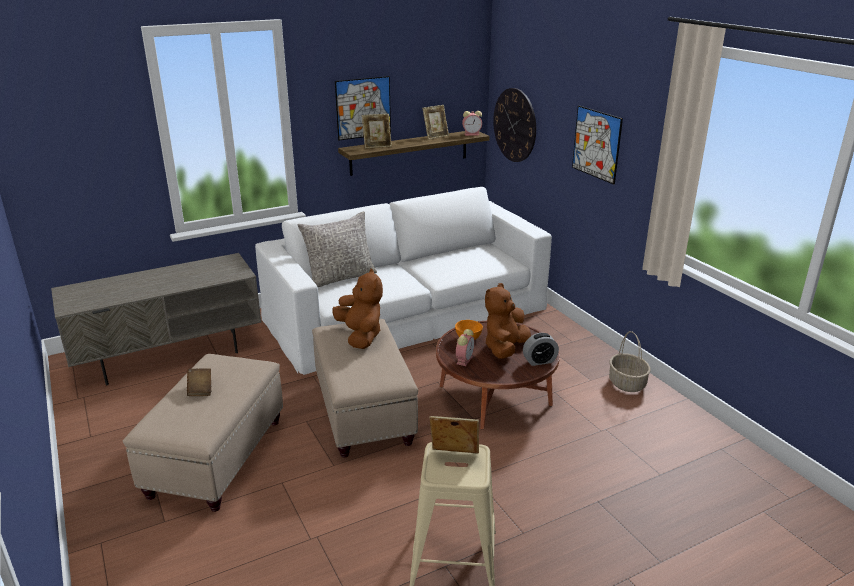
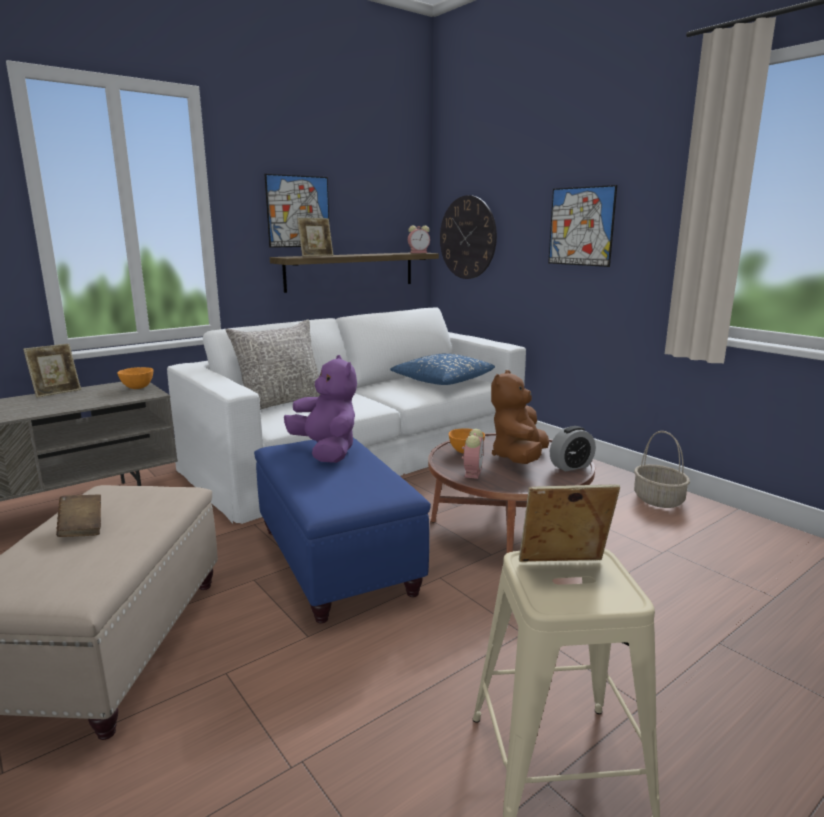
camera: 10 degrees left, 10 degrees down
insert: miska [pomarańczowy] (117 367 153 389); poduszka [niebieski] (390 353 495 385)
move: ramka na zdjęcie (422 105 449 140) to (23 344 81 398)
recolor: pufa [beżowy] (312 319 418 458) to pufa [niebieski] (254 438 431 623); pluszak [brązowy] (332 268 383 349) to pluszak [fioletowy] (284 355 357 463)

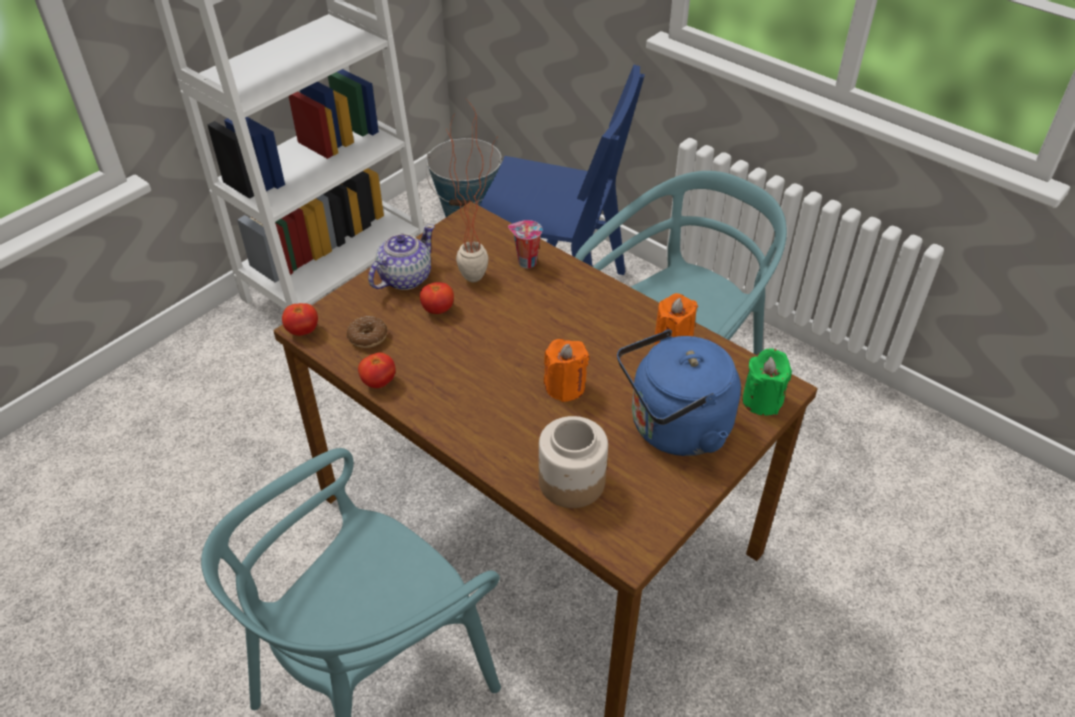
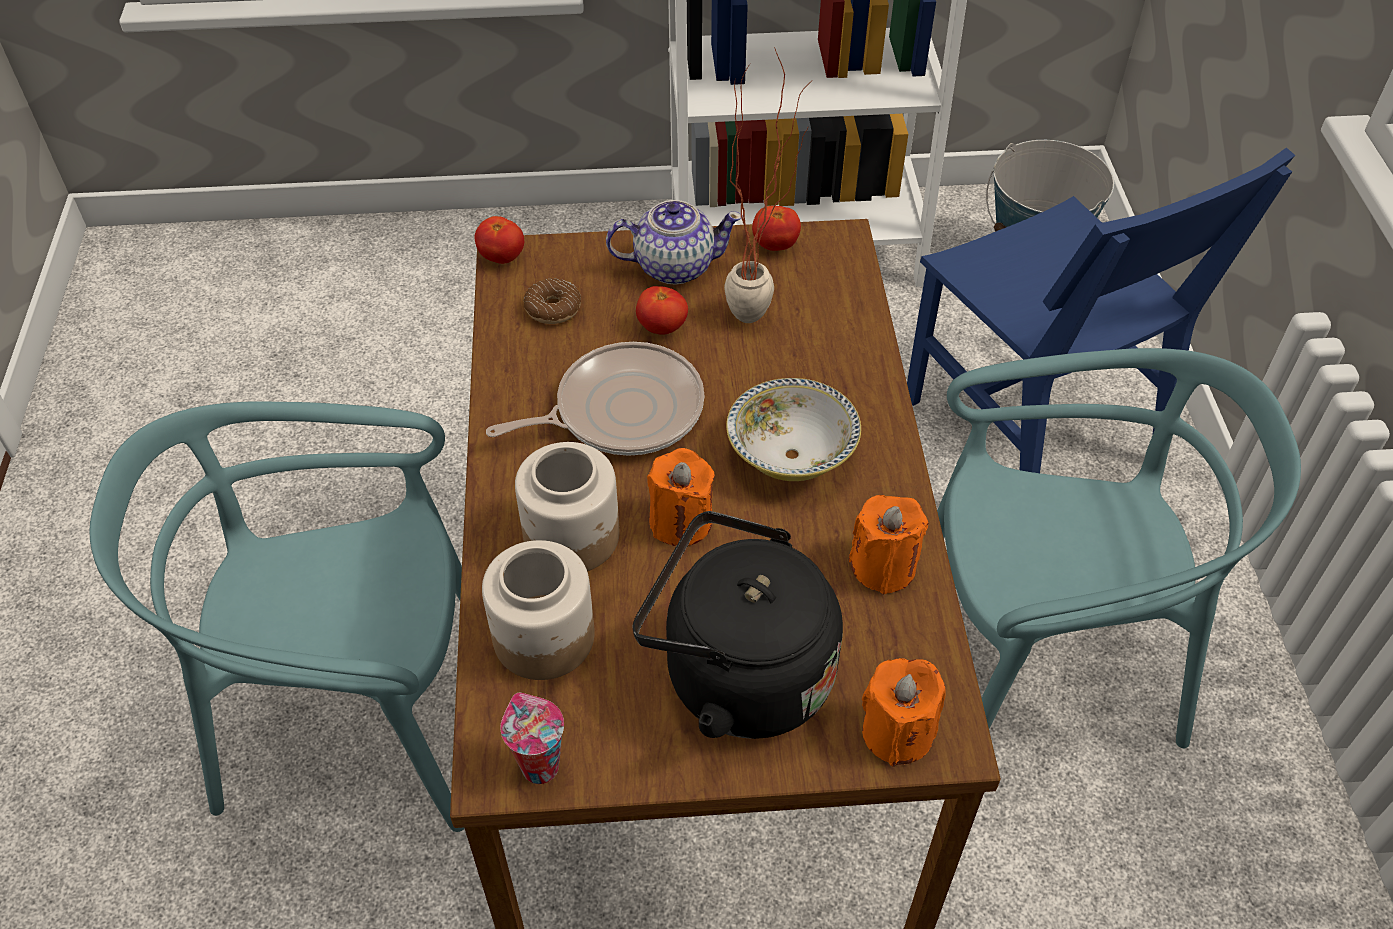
camera: 45 degrees right, 5 degrees up
insert: patelnia (486 342 704 456); słoik (515 442 619 571); miska (726 378 861 481)
move: pomidor (358 352 395 388) to (752 206 801 251); filiżanka (508 220 542 268) to (500 693 564 784)
recolor: czajnik [niebieski] (617 329 741 456) to czajnik [czarny] (632 511 843 739); świeca [zielony] (742 349 792 416) to świeca [pomarańczowy] (862 658 946 767)

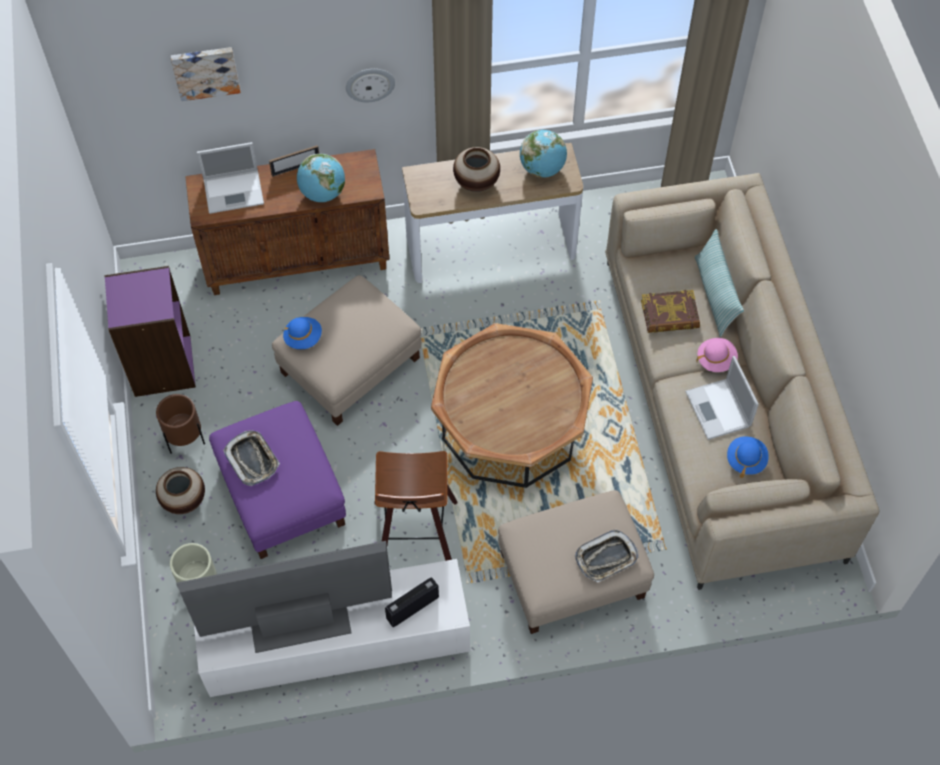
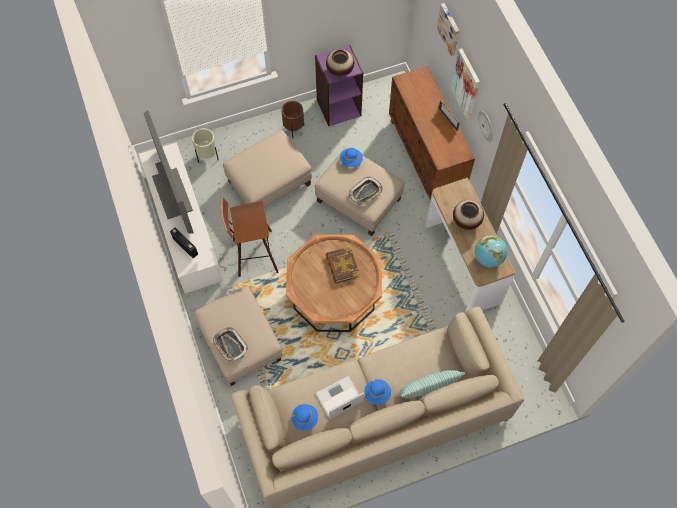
camera: 80 degrees right, 5 degrees up
delete: laptop (197 142 264 214); globus (297 154 345 202)
insert: obraz (451 48 480 120)
move: wazon (156 467 205 514) to (326 49 354 77); taca (223 430 280 486) to (348 176 383 206); książka (641 290 700 333) to (326 246 360 283)
recolor: pufa [fioletowy] (209 401 346 559) to pufa [beżowy] (223 130 312 207); kapelusz [różowy] (697 338 738 372) to kapelusz [niebieski] (364 379 391 405)

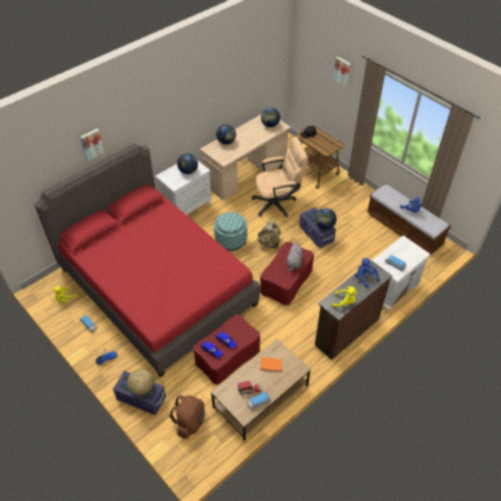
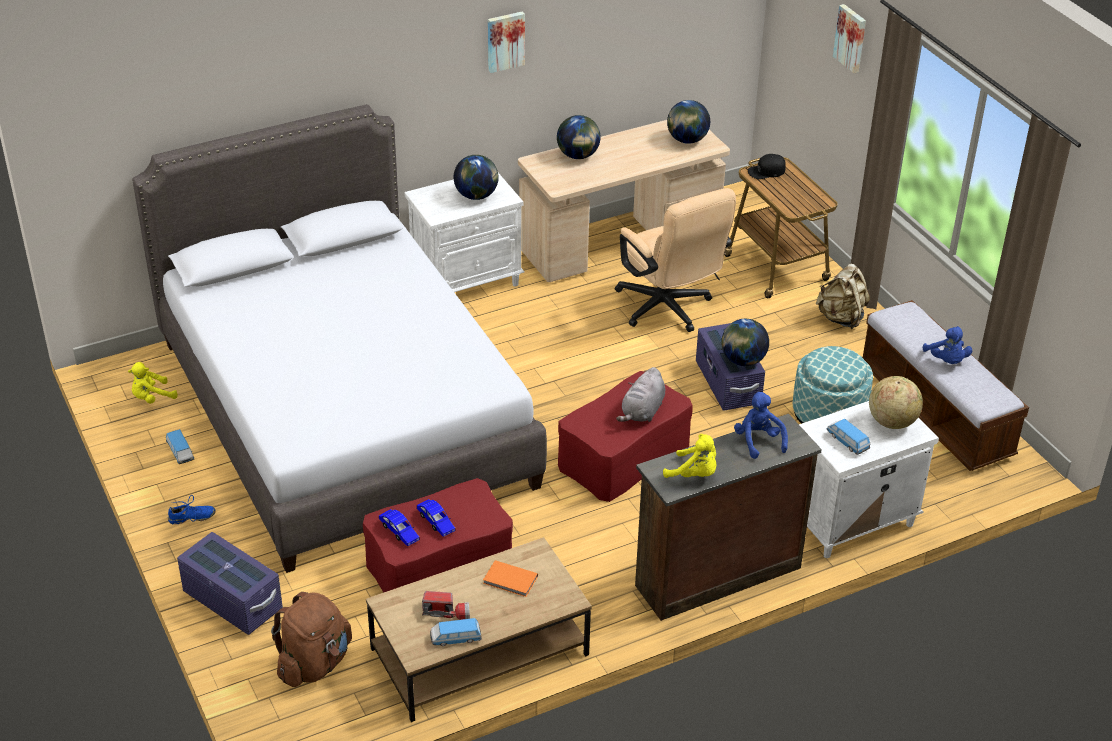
camera: 15 degrees right, 10 degrees down
move: obraz (80 129 104 161) to (488 11 525 73); globus (127 369 154 396) to (869 376 923 429); pufa (214 212 247 251) to (793 346 873 424); plecak [beżowy] (257 220 281 249) to (816 264 870 329)
recolor: łóżko [czerwony] (34 143 260 377) to łóżko [szary] (132 104 547 573)
rotate: krzesło biurowe [beżowy] (252 137 308 217) = (615 188 736 332) 60 degrees clockwise

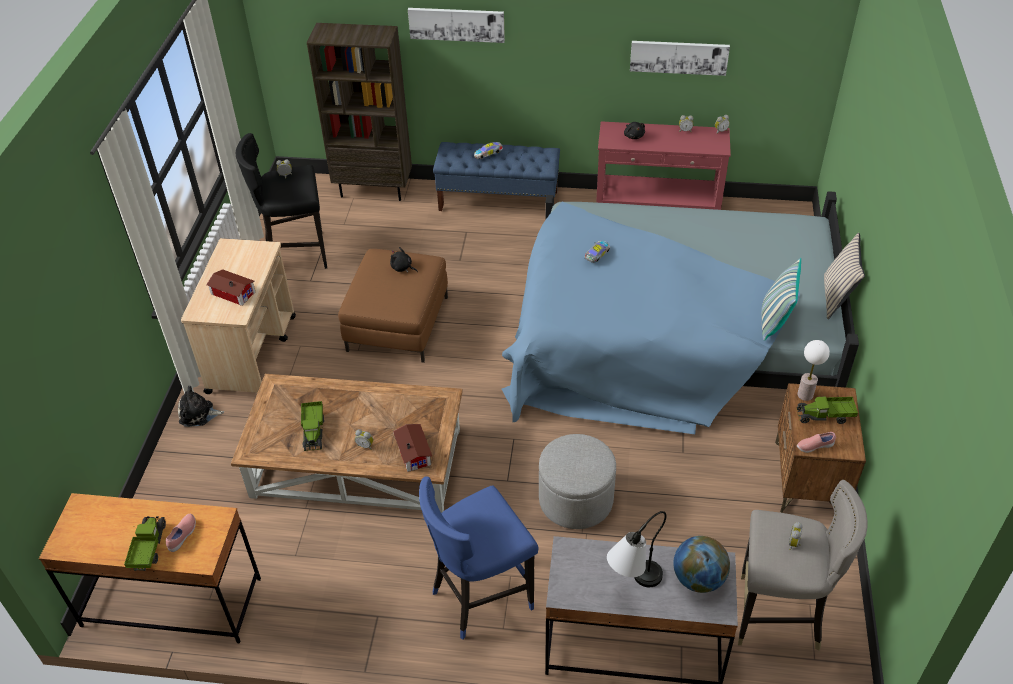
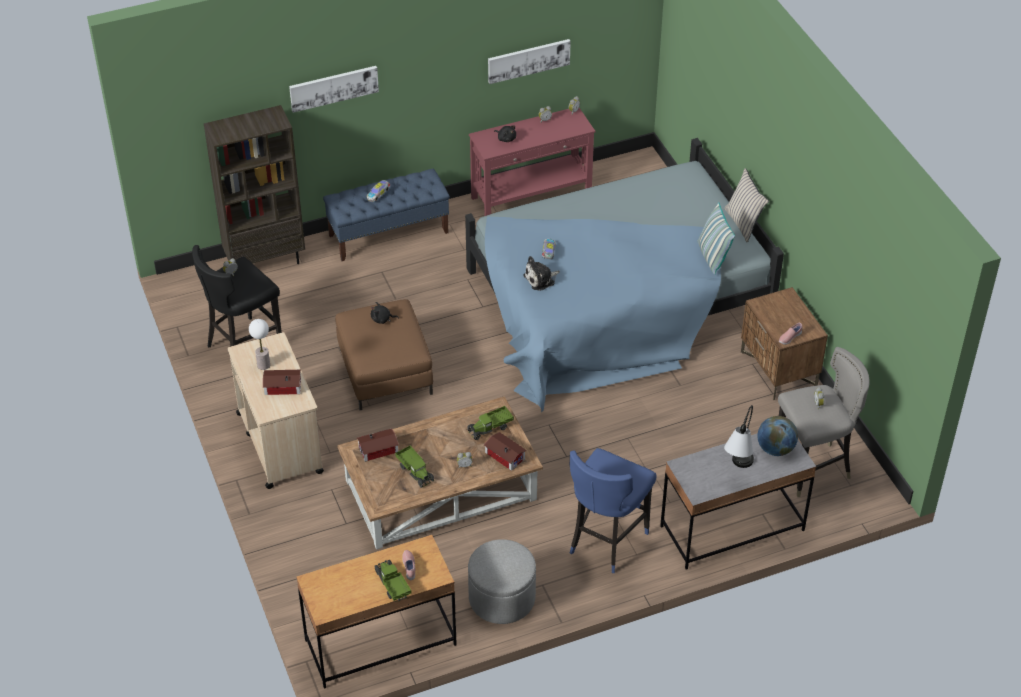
camera: 30 degrees left, 0 degrees up
insert: domek (357 428 399 462)
move: pluszak (178 386 224 427) to (523 256 560 291); pufa [szary] (539 434 616 529) to (468 539 536 624); ciężarówka zabawkowa (796 396 858 424) to (467 406 514 440); lampa stołowa (797 340 830 401) to (249 319 270 370)

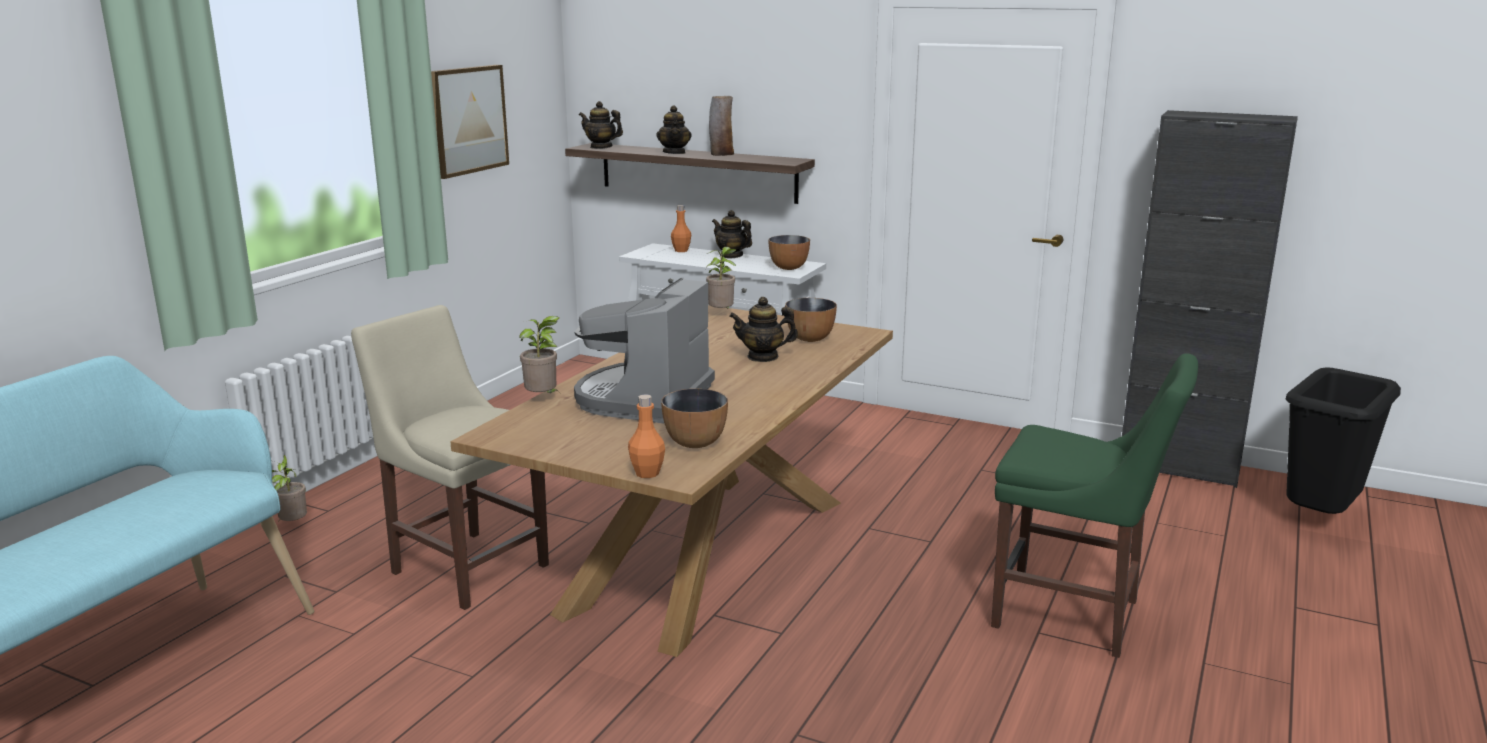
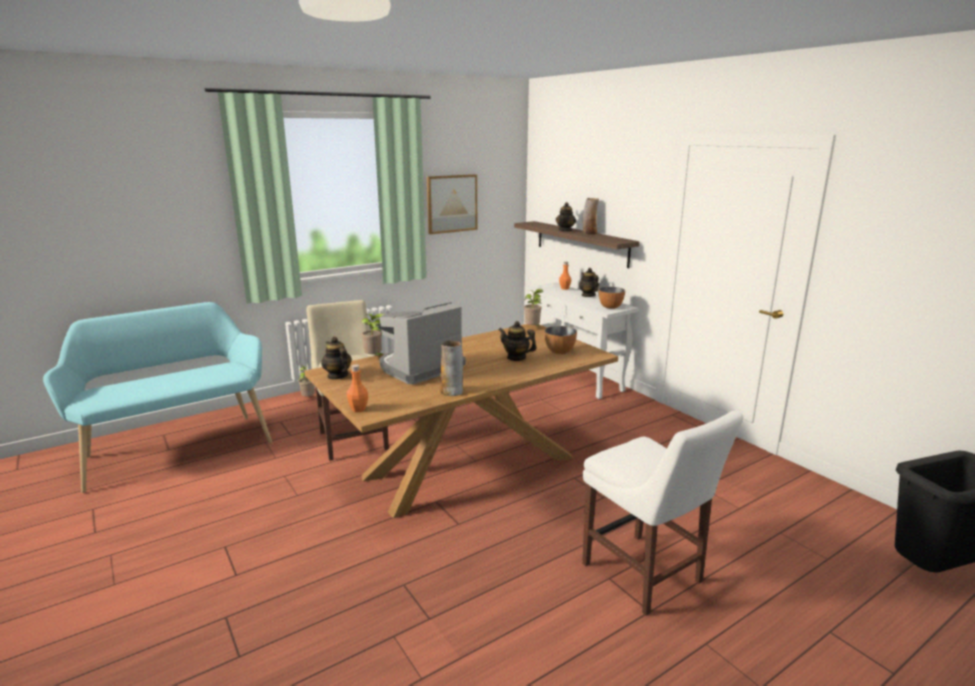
camera: 30 degrees right, 0 degrees up
delete: miska (661 389 728 448); szafka [czarny] (1122 110 1298 488)
insert: wazon (440 340 463 396)
move: imbryk (579 101 623 149) to (321 337 352 380)
recolor: krzesło [zielony] (991 353 1198 658) to krzesło [biały] (582 411 743 616)

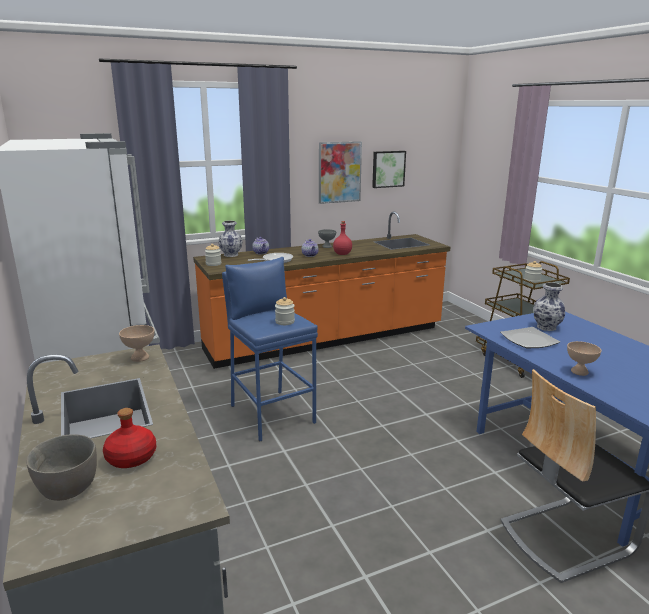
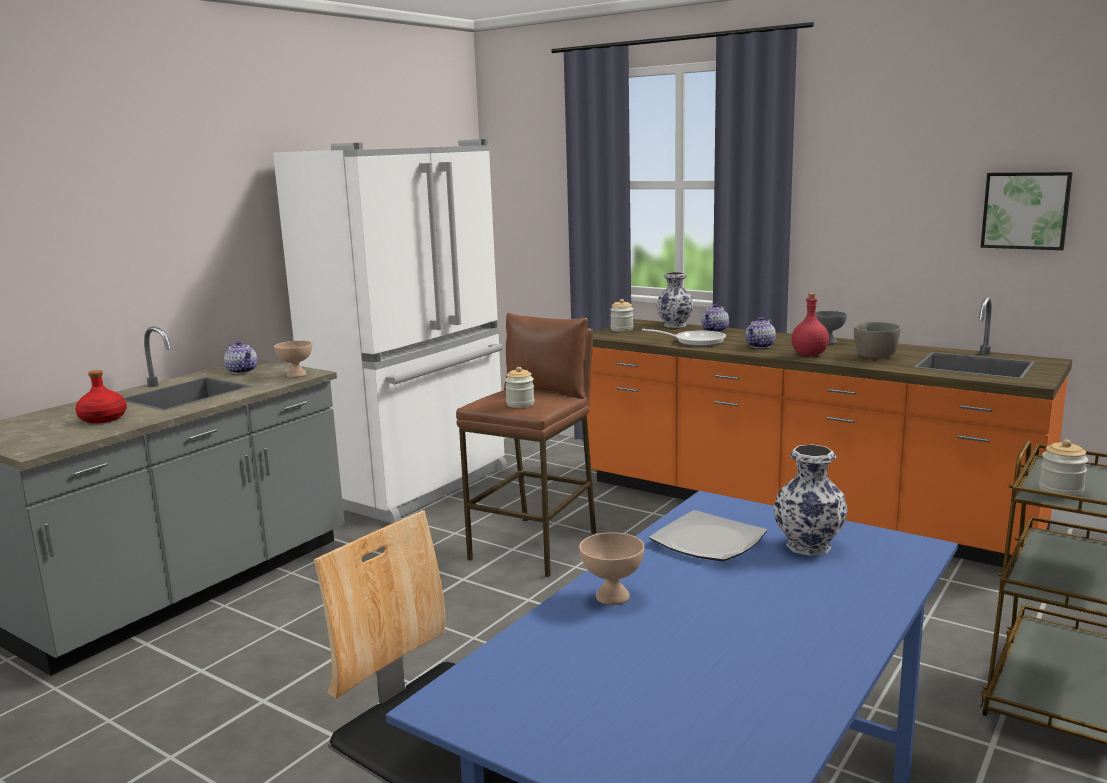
camera: 60 degrees right, 5 degrees down
delete: obraz (319 141 362 204)
insert: imbryk (224 341 257 374)
move: miska [szary] (26 434 97 501) to (854 322 901 359)
recolor: stołek [niebieski] (222 257 318 441) to stołek [brązowy] (456 313 596 577)

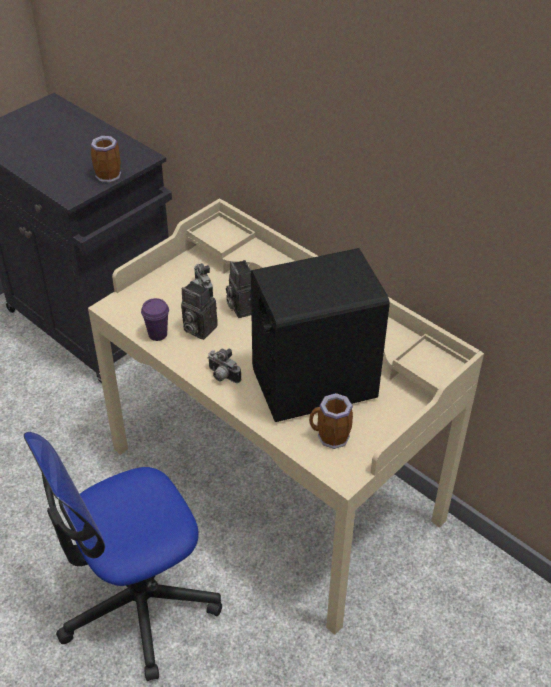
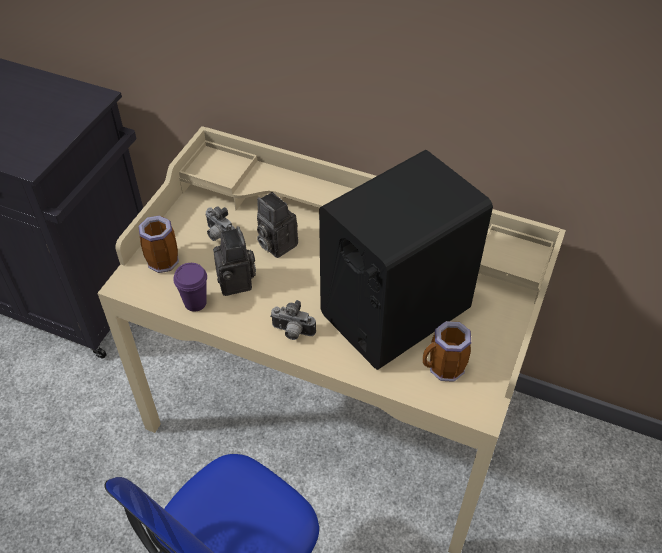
camera: 20 degrees left, 5 degrees up
move: kubek (91 136 121 183) to (139 215 179 273)
rotate: aparat fotograficzny (181 281 218 340) = (213 226 256 296) 120 degrees counterclockwise

